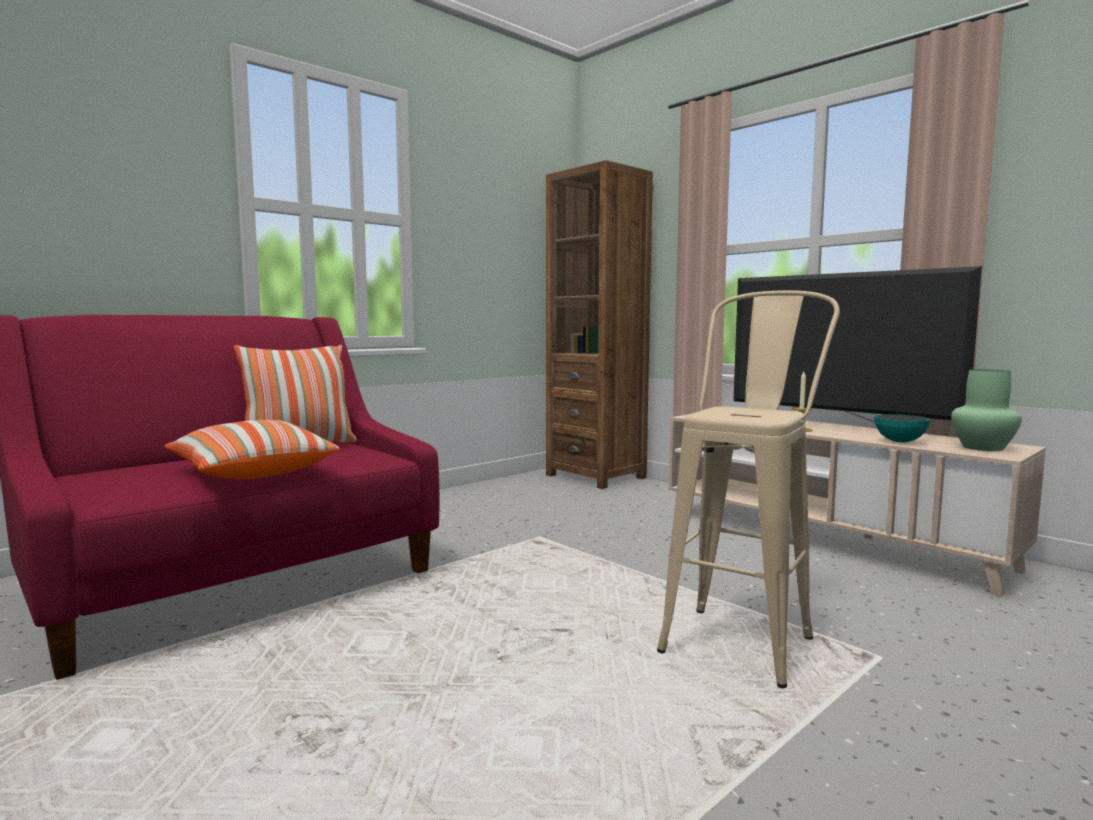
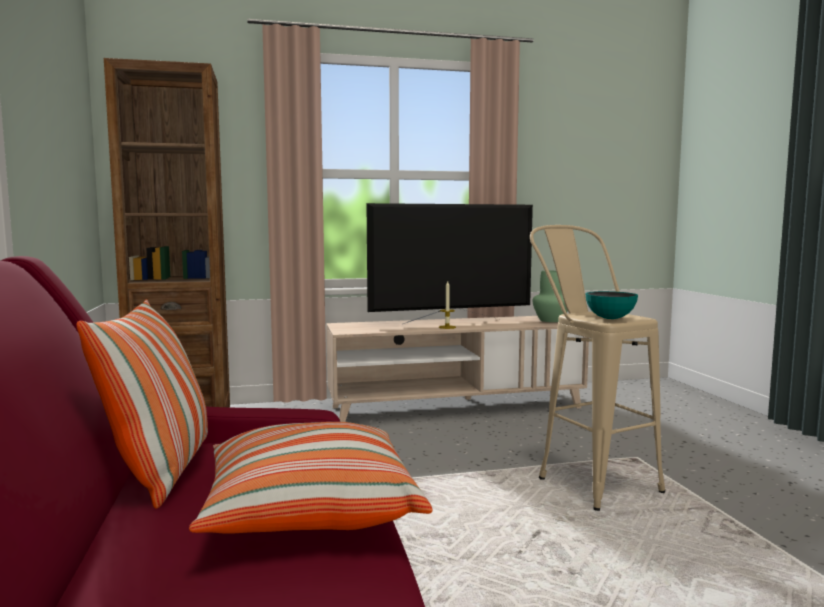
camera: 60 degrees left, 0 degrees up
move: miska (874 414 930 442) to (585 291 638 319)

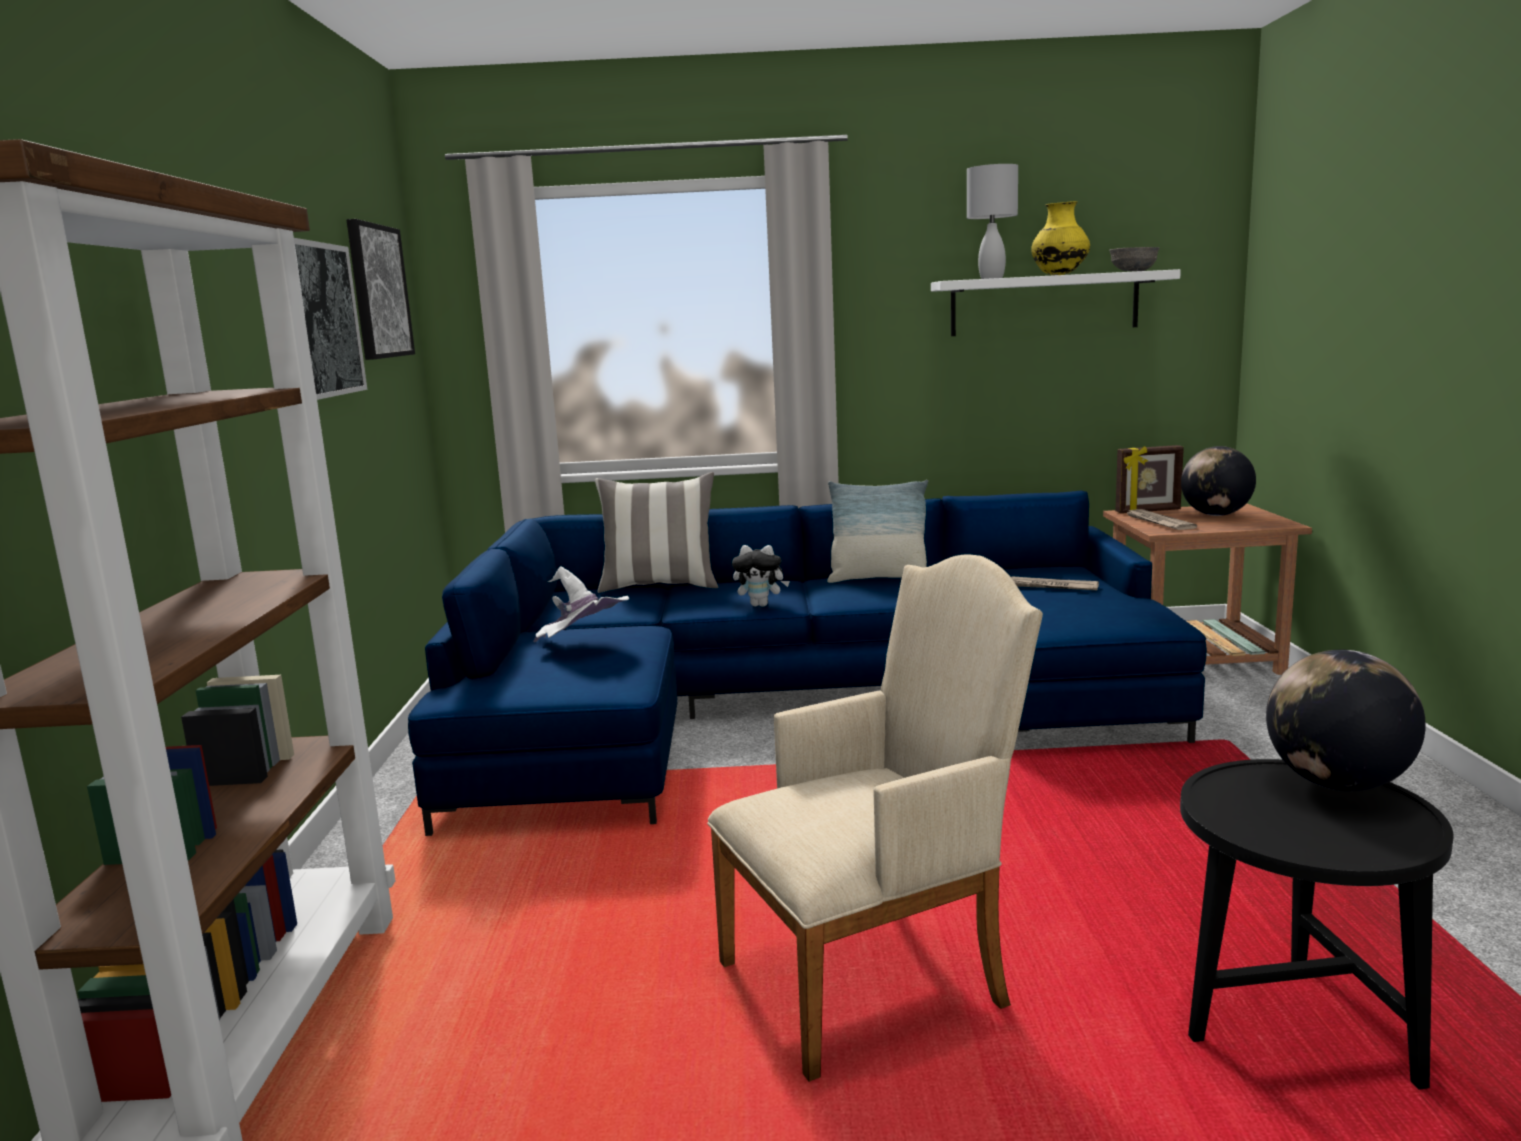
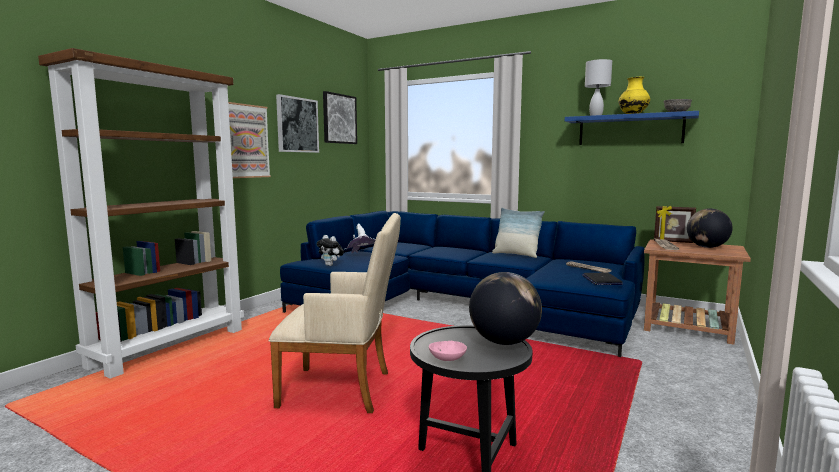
camera: 30 degrees right, 5 degrees down
delete: poduszka (595 472 718 593)
insert: obraz (228 102 271 178); miska [różowy] (429 341 467 361); laptop (582 273 623 285)
move: pluszak (732 545 790 607) to (316 235 344 266)
recolor: półka [biały] (931 269 1181 336) to półka [niebieski] (565 111 699 145)

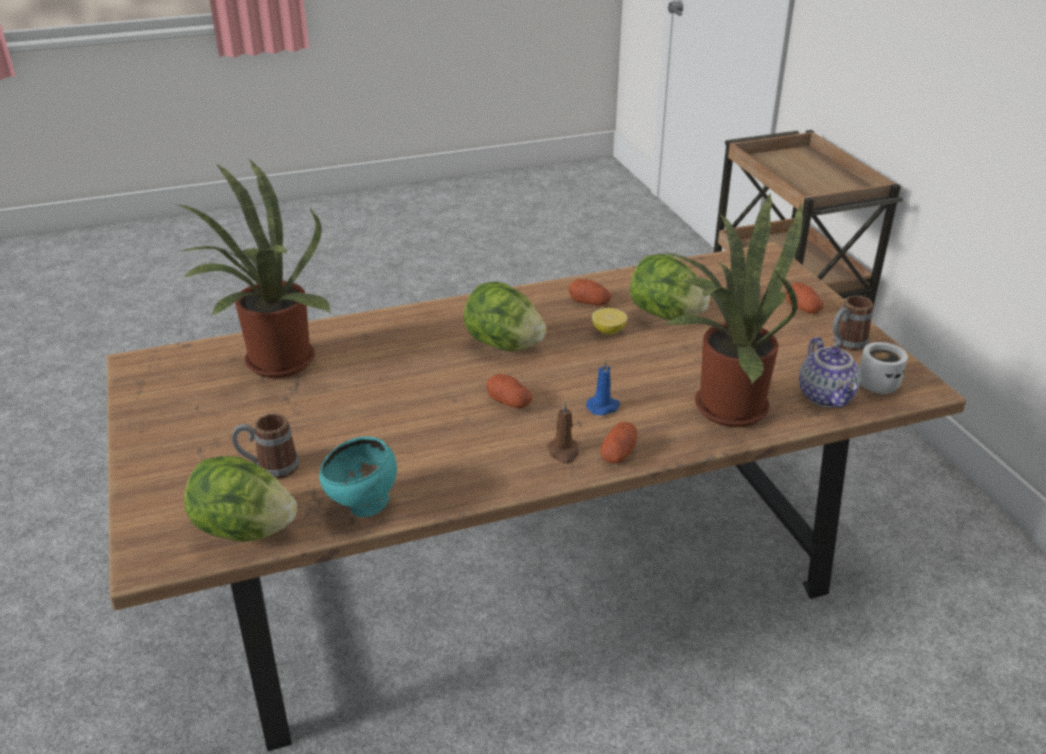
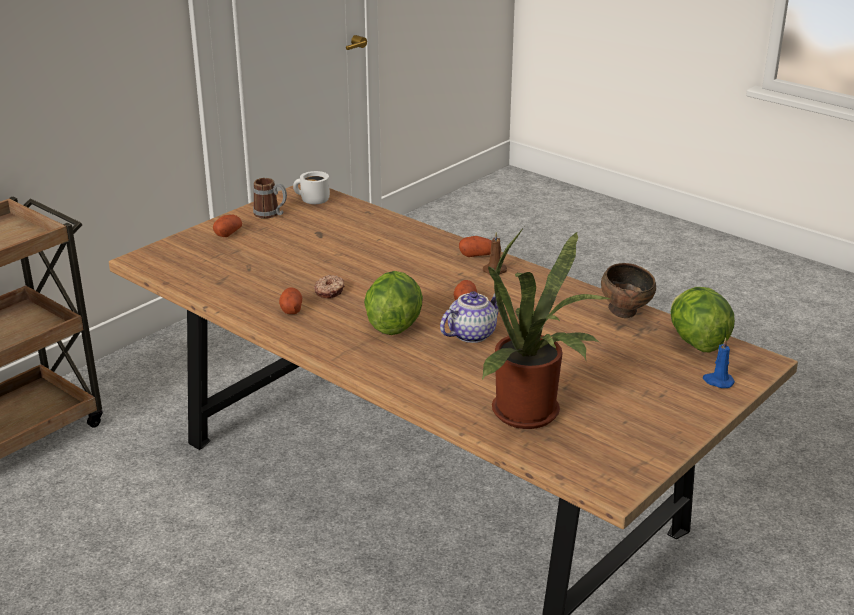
camera: 120 degrees left, 5 degrees down
delete: kubek (232 413 299 479); sałata (630 254 710 320); roślina doniczkowa (664 192 803 427)
move: świeca [niebieski] (586 359 620 415) to (703 338 735 388); imbryk (799 337 861 408) to (440 291 499 343)
replace: cytryna (592 308 627 335) to donut (314 275 344 299)
recolor: miska [turkusowy] (319 437 397 517) to miska [brązowy] (601 263 656 318)

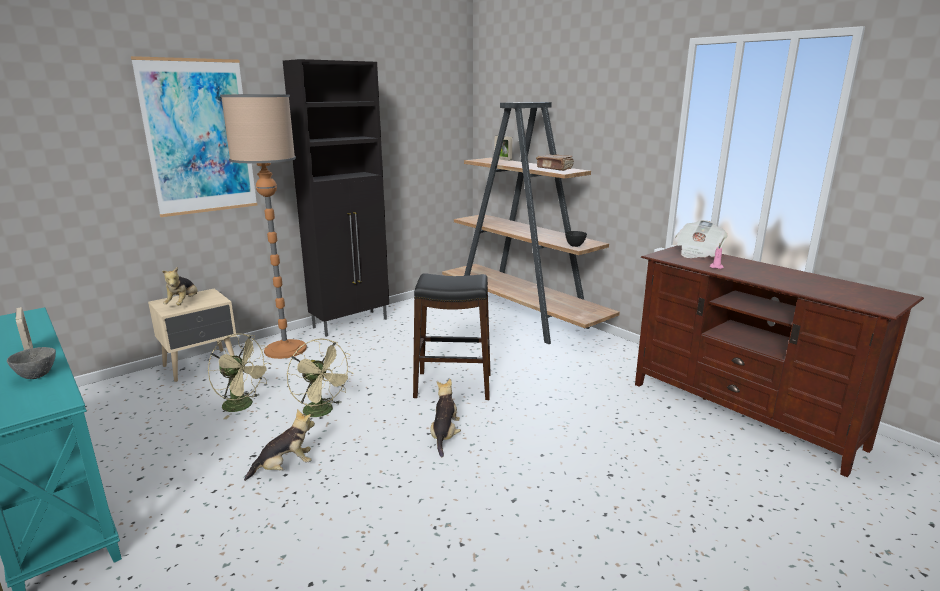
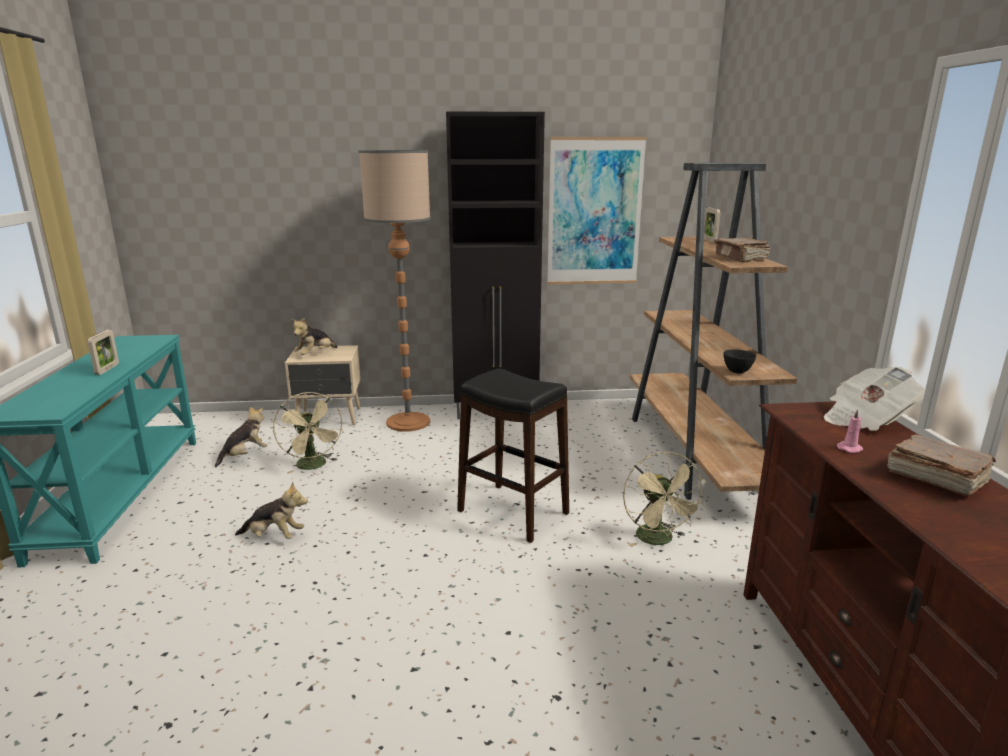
camera: 35 degrees right, 0 degrees up
delete: miska [szary] (7 347 56 379)
insert: książka [brązowy] (887 434 996 496)
move: obraz (131 56 258 217) to (547 137 647 284); wentylator [beżowy] (287 339 353 417) to (623 451 707 547); pluszak (430 379 461 457) to (215 406 268 468)

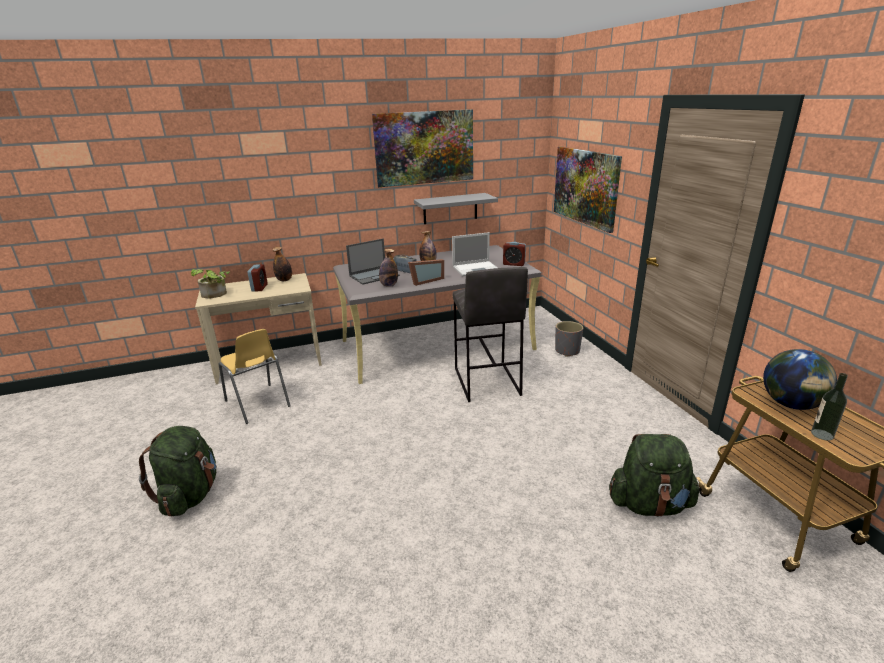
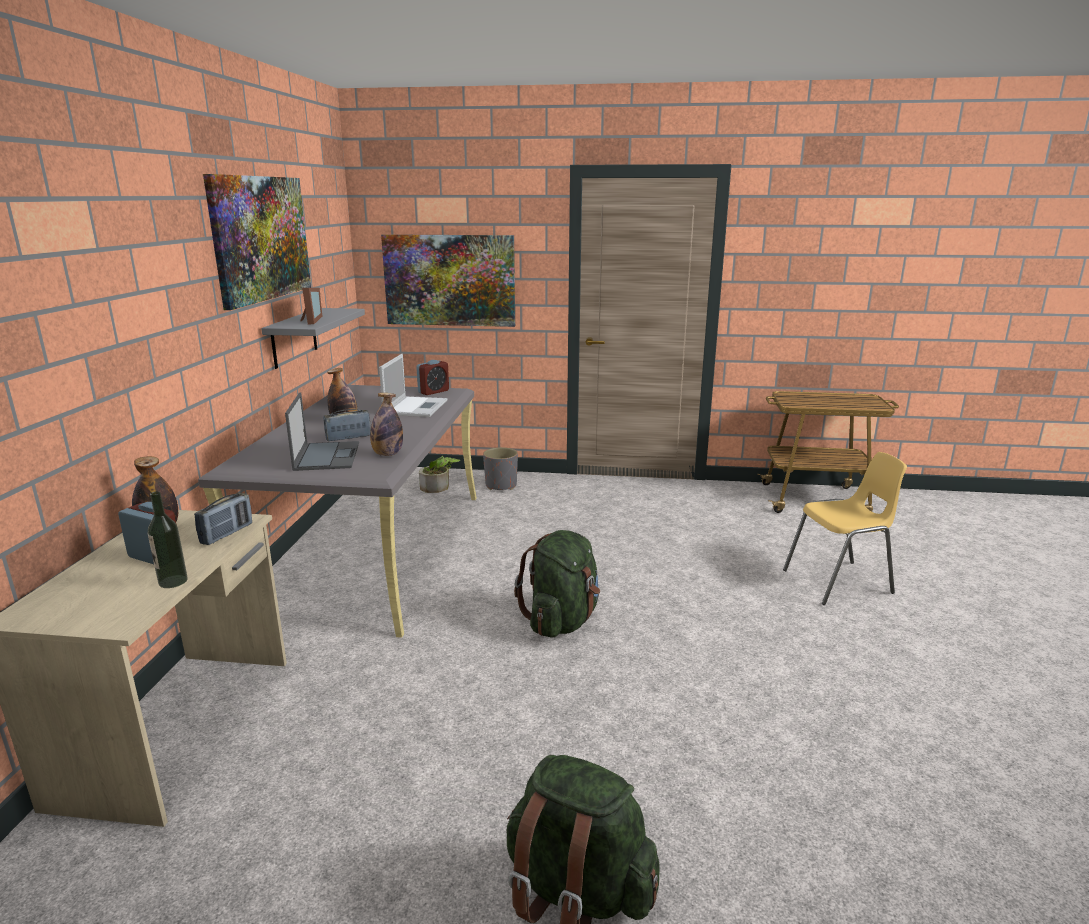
camera: 65 degrees left, 5 degrees down
delete: stołek [szary] (453 267 528 402); globus (763 349 837 410)
insert: radio (194 493 252 545)
move: roślina doniczkowa (191 269 230 299) to (419 456 460 493); krzesło [żółty] (219 329 291 424) to (783 452 907 605); ramka na zdjęcie (408 259 444 286) to (300 288 322 324); plecak [zielony] (609 434 700 517) to (514 530 600 638); butelka (811 373 848 441) to (147 491 188 588)

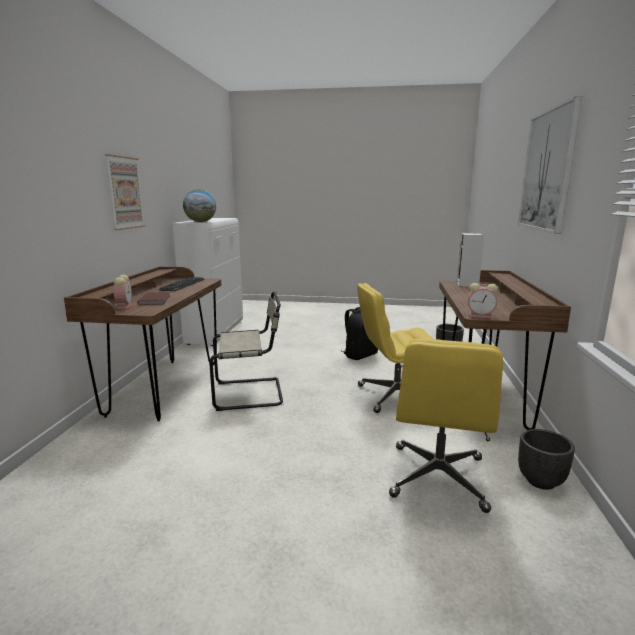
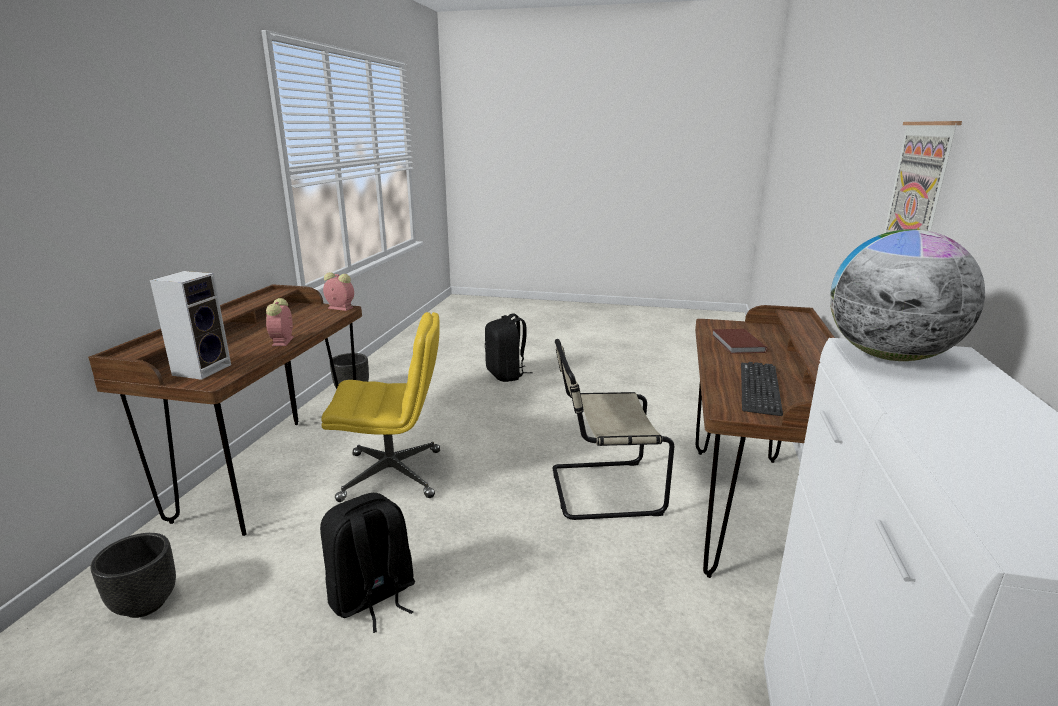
camera: 175 degrees left, 5 degrees up
delete: krzesło biurowe [żółty] (389 339 503 513); obraz (518 96 582 234)
insert: plecak [czarny] (485 313 533 382)
move: budzik (113 275 132 309) to (266 298 294 346)

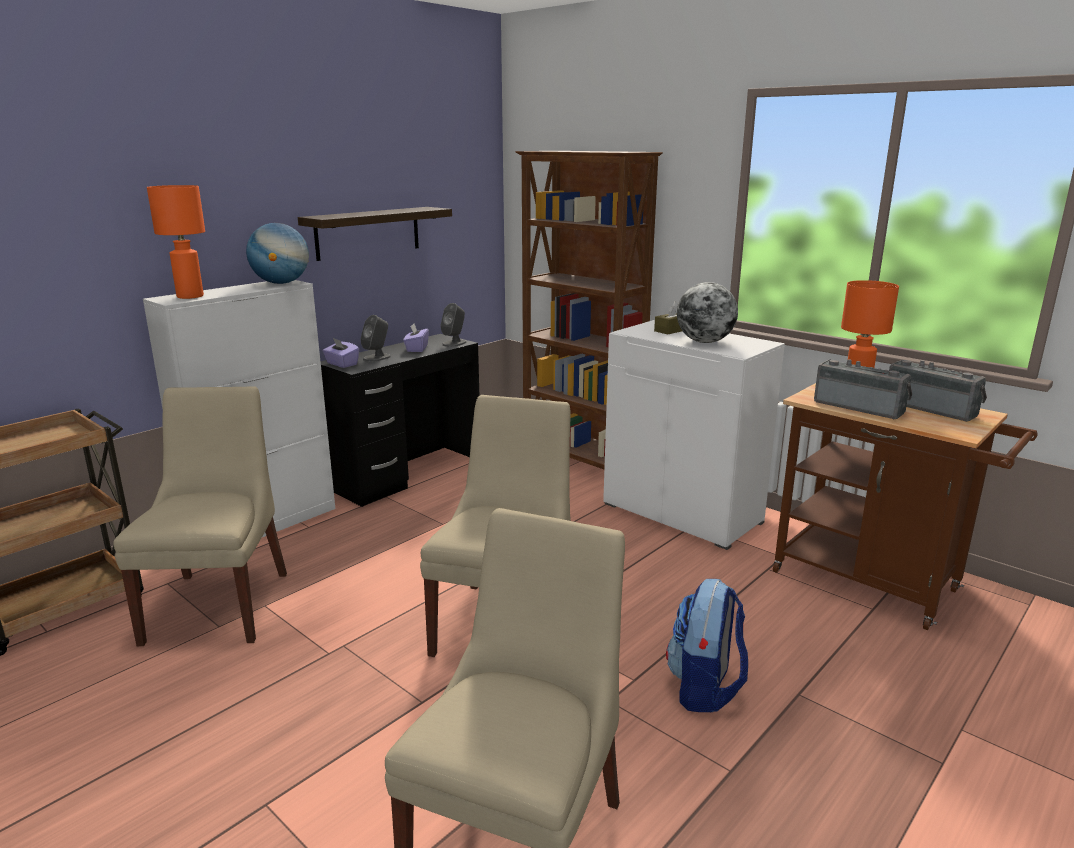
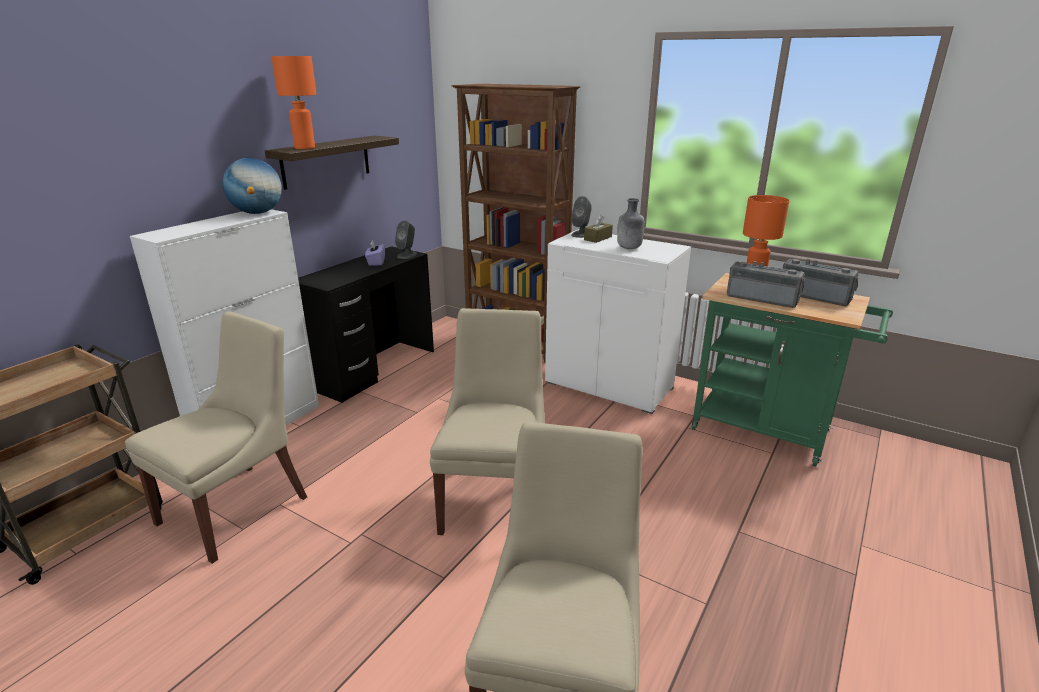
camera: 10 degrees left, 5 degrees up
delete: pudełko chusteczek [fioletowy] (323 338 359 368); plecak (666 579 748 712)
move: lampa stołowa [pomarańczowy] (147 185 205 299) to (271 56 316 149); głośnik [szary] (360 315 391 362) to (571 196 592 238)
replace: globus (677 282 738 343) to butelka [szary] (617 198 645 249)
recolor: wózek [brązowy] (773 383 1038 630) to wózek [zielony] (692 273 893 466)
rotate: krzesło [beżowy] (114 386 287 646) = (125 311 307 564) 45 degrees clockwise

